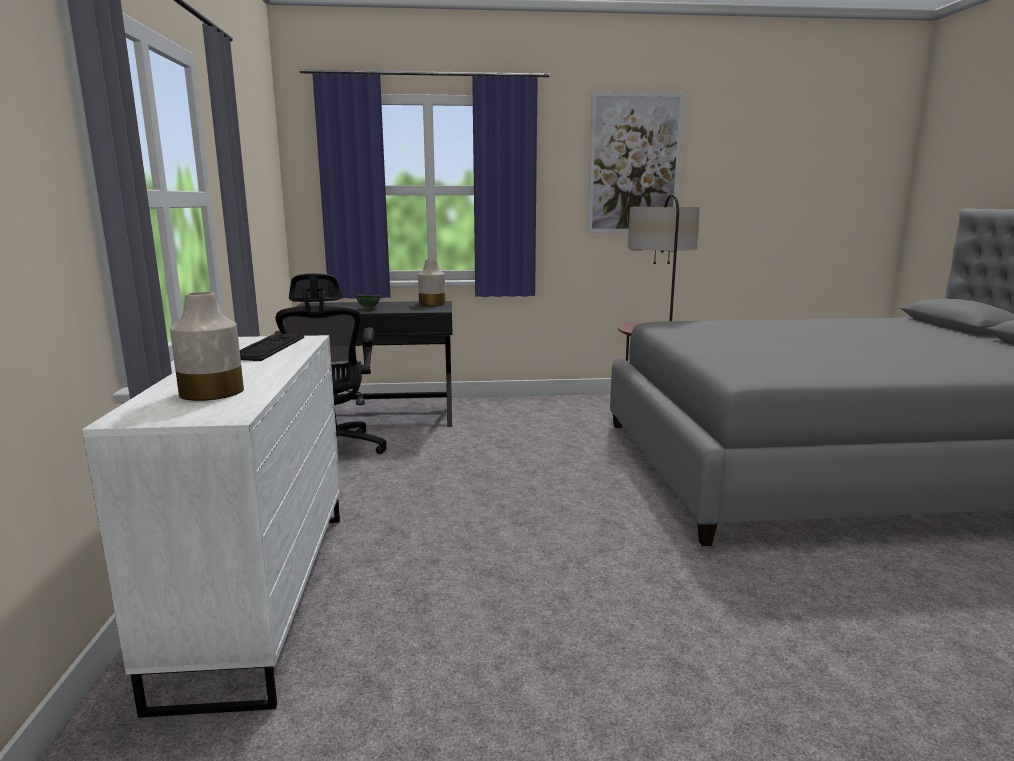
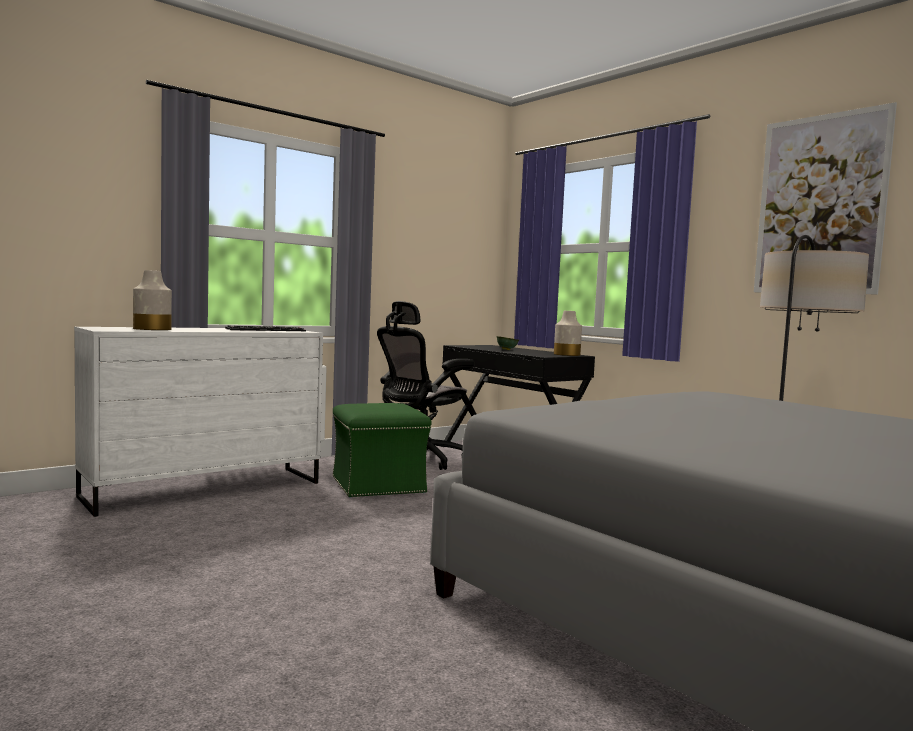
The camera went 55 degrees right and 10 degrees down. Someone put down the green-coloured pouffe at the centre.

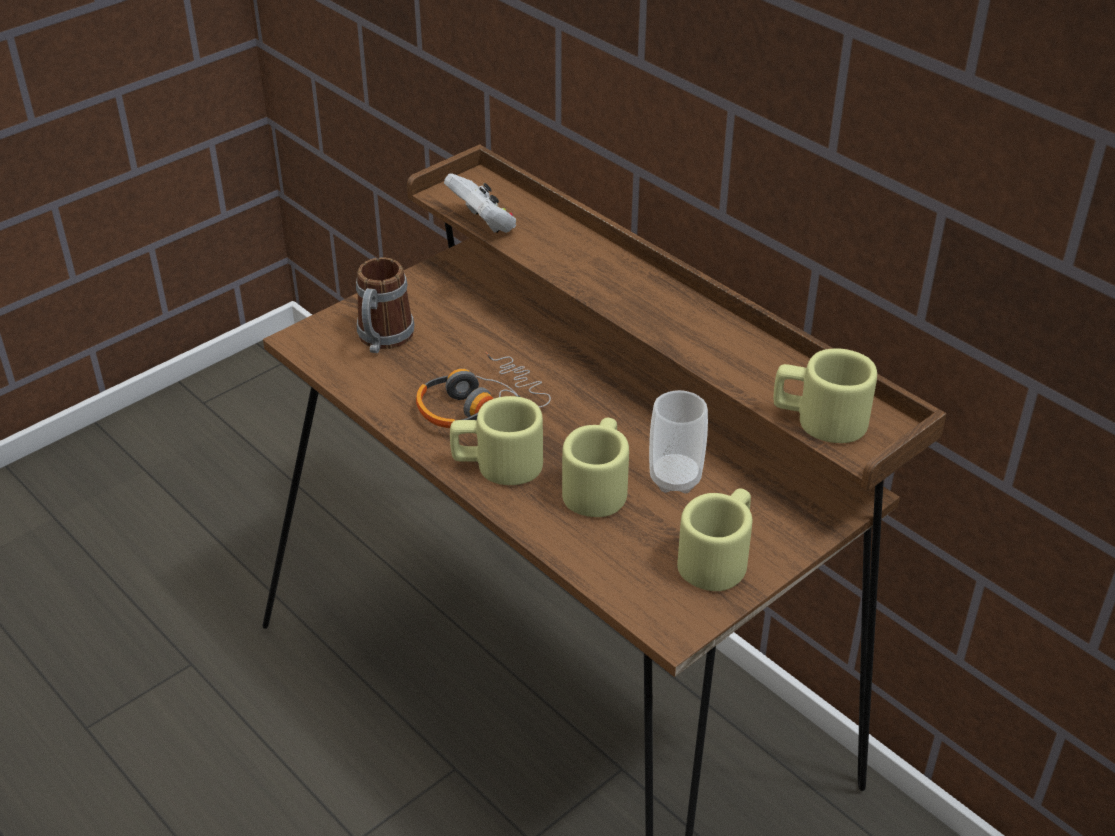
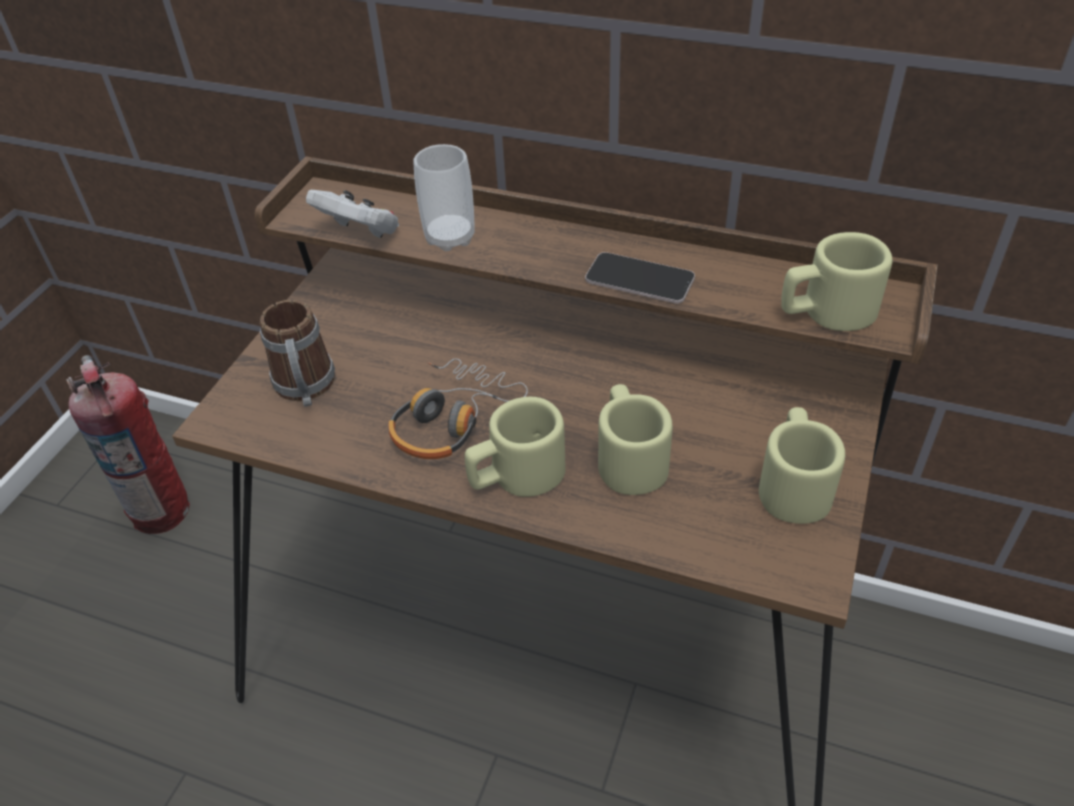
The camera went 25 degrees left and 5 degrees up. Someone put down the fire-fighting cylinder at the middle left. Someone carried the drinking cup from the centre to the top centre. Someone put down the phone at the centre.

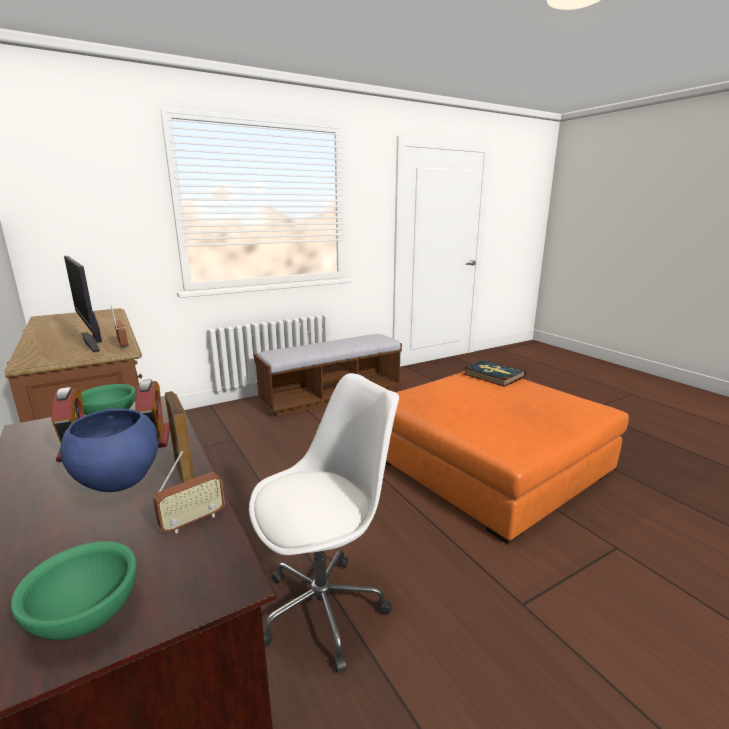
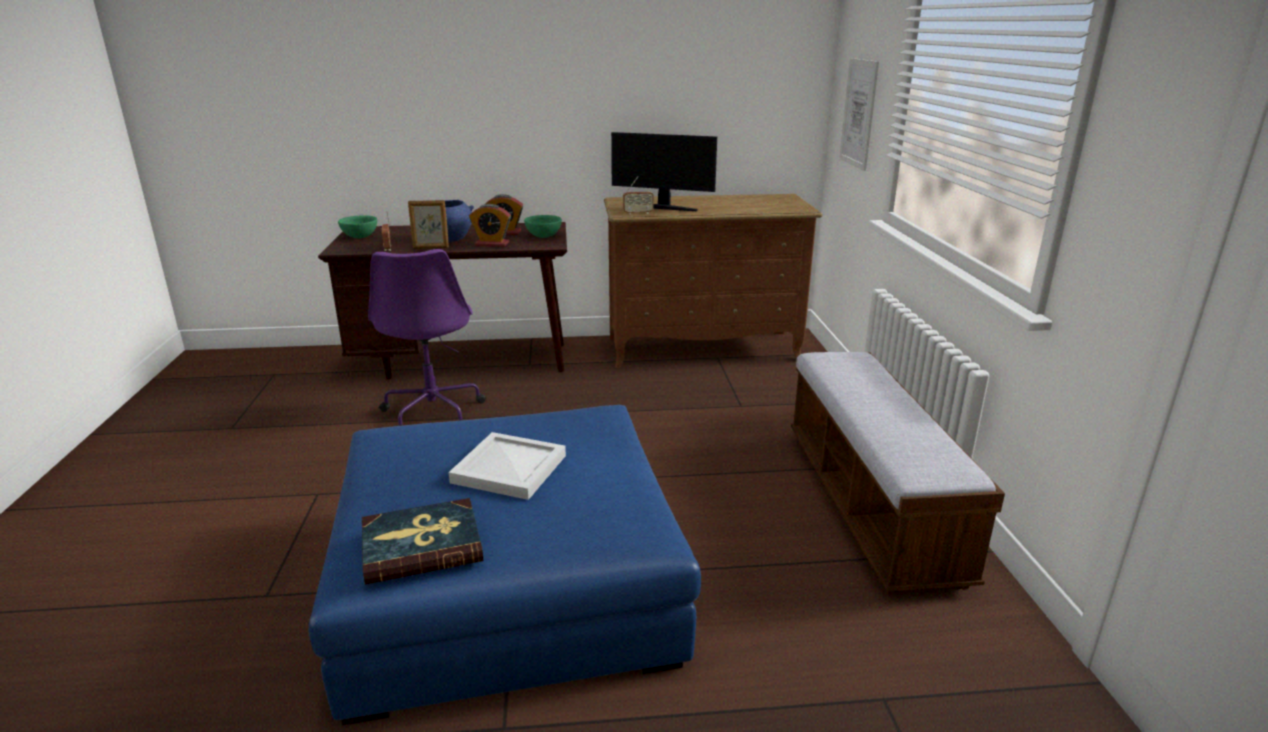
The camera went 115 degrees right and 5 degrees up. Someone repainted the orangey pouffe at the middle right, which became the bluish pouffe at the bottom centre. Someone carried the bound book from the middle right to the bottom left. Someone repainted the white-coloured computer chair at the bottom centre, which became the purple-coloured computer chair at the centre. Someone put down the white-coloured carrying tray at the centre. Someone rotated the monitor at the middle left by 150 degrees counterclockwise. Someone put up the wall art at the top right.

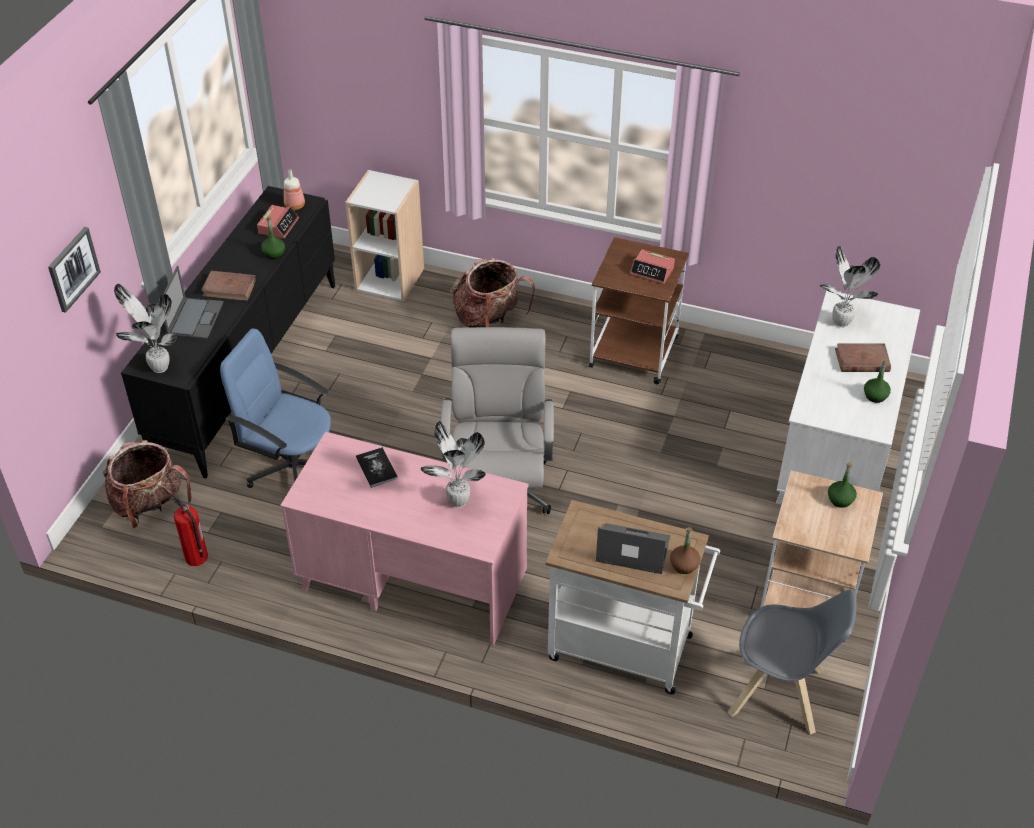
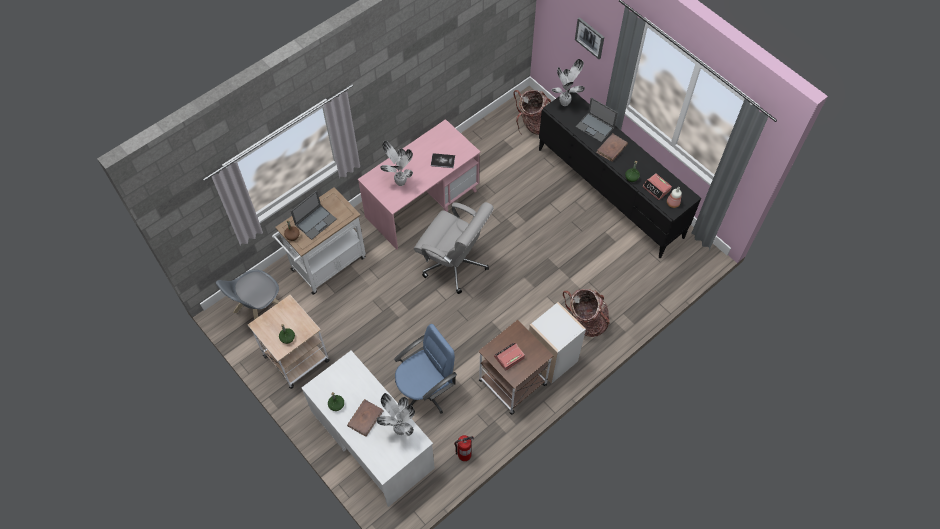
The camera went 120 degrees right and 15 degrees up. Someone carried the bluish computer chair from the middle left to the bottom centre. Someone carried the fire-fighting cylinder from the middle left to the bottom centre. Someone carried the bookcase from the top centre to the centre.

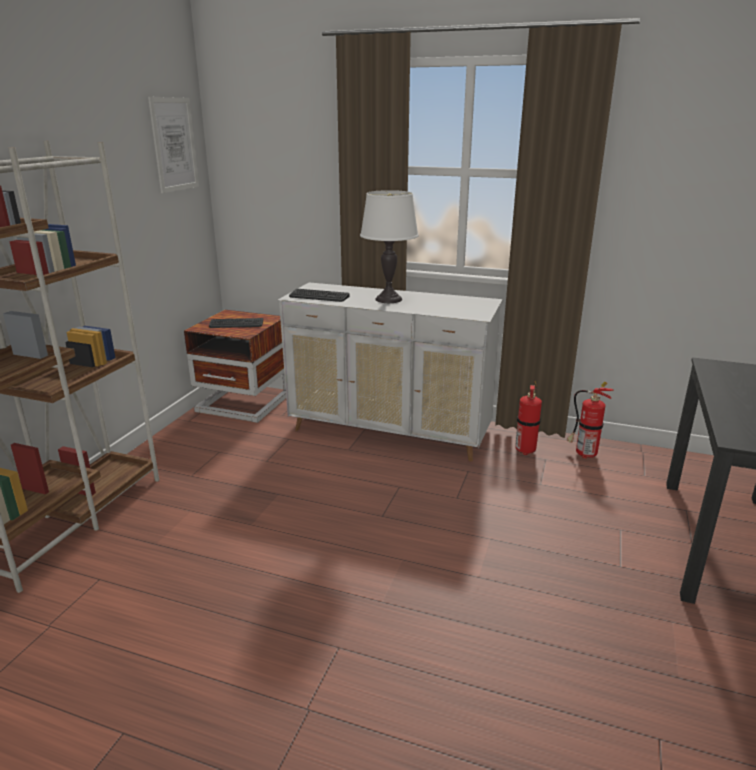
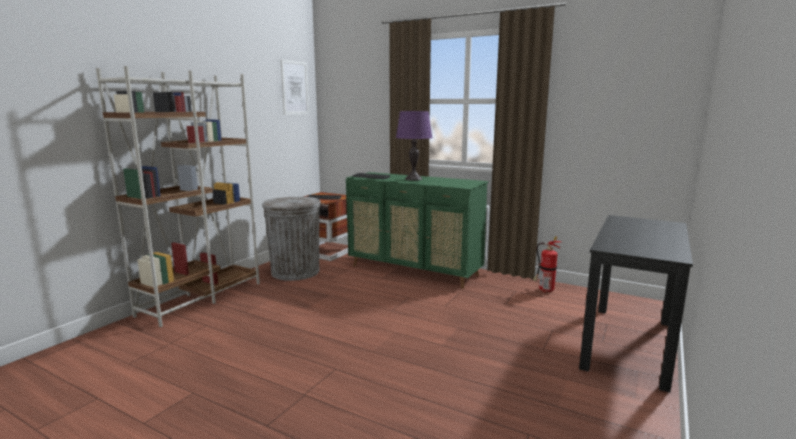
The camera went 10 degrees right and 10 degrees down. Someone put down the grey trash can at the centre. Someone repainted the white-coloured storage cabinet at the centre, which became the green-coloured storage cabinet at the centre. Someone repainted the white-coloured table lamp at the top centre, which became the purple-coloured table lamp at the top centre. Someone took away the fire-fighting cylinder (no. 1 from left) at the middle right.

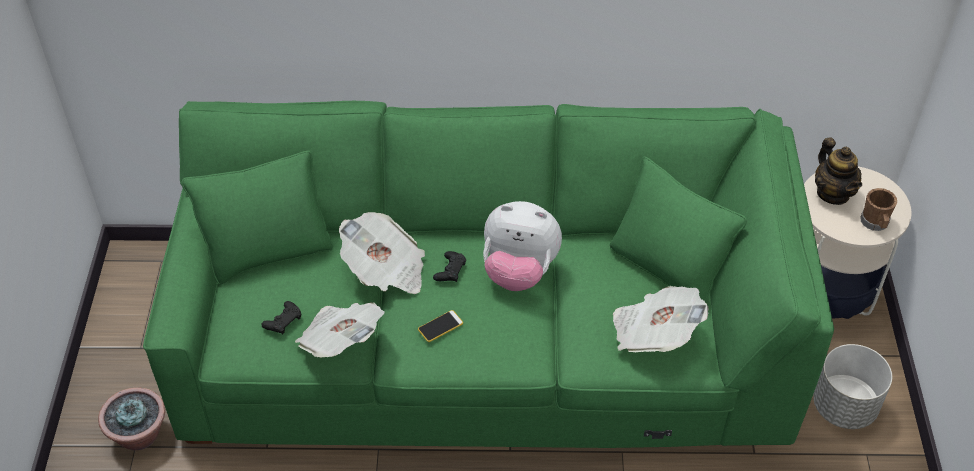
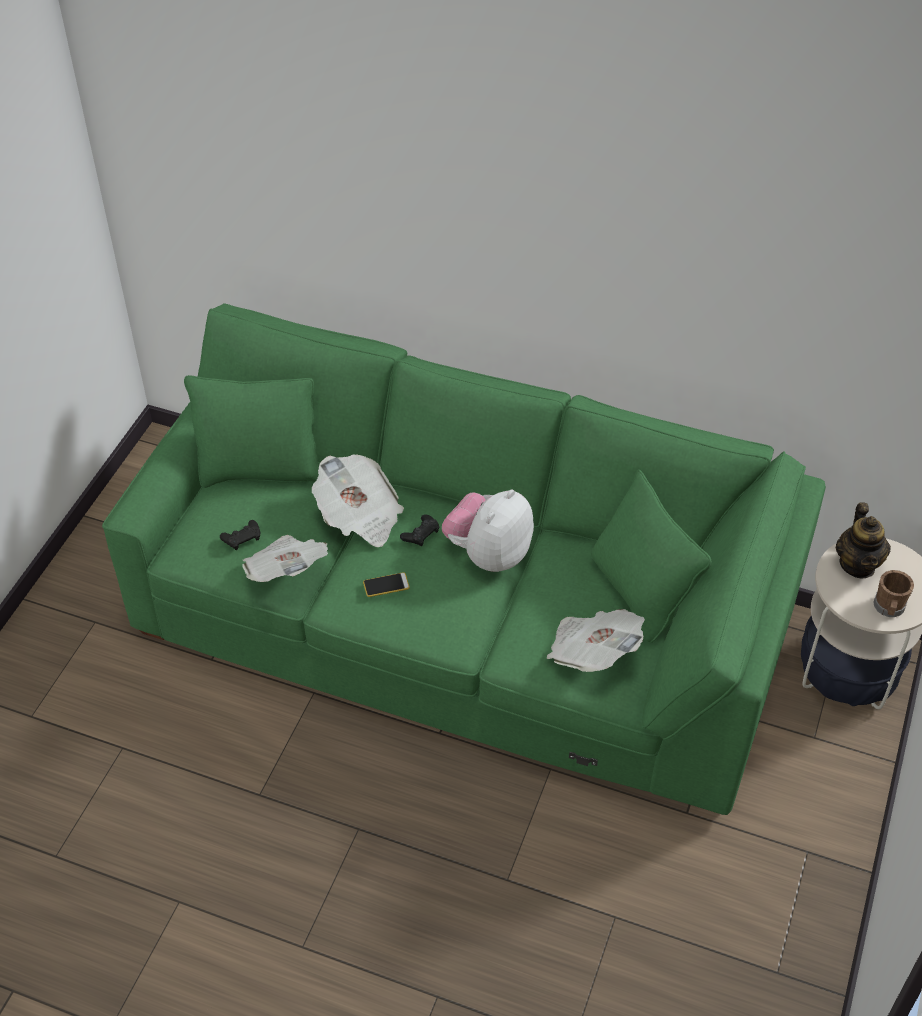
The camera went 20 degrees right and 0 degrees up. Someone rotated the plush toy at the centre by 90 degrees clockwise. Someone took away the houseplant at the bottom left. Someone took away the grey planter at the bottom right.

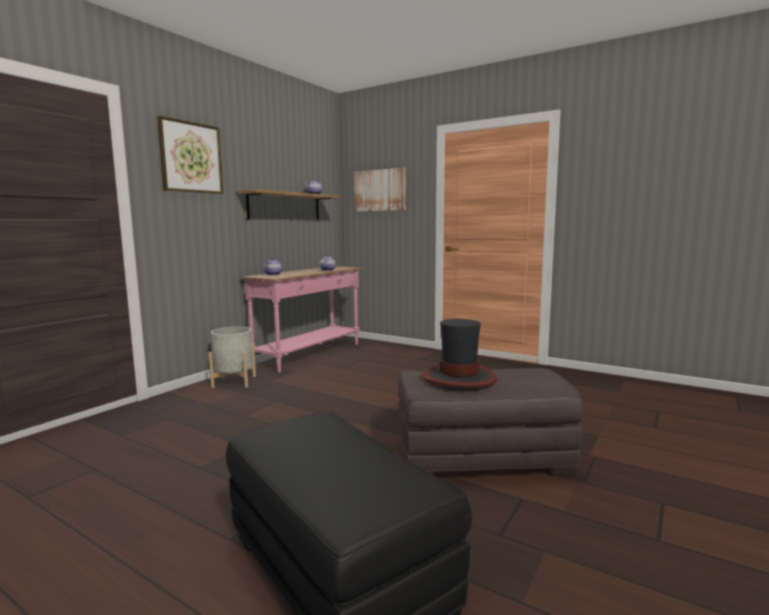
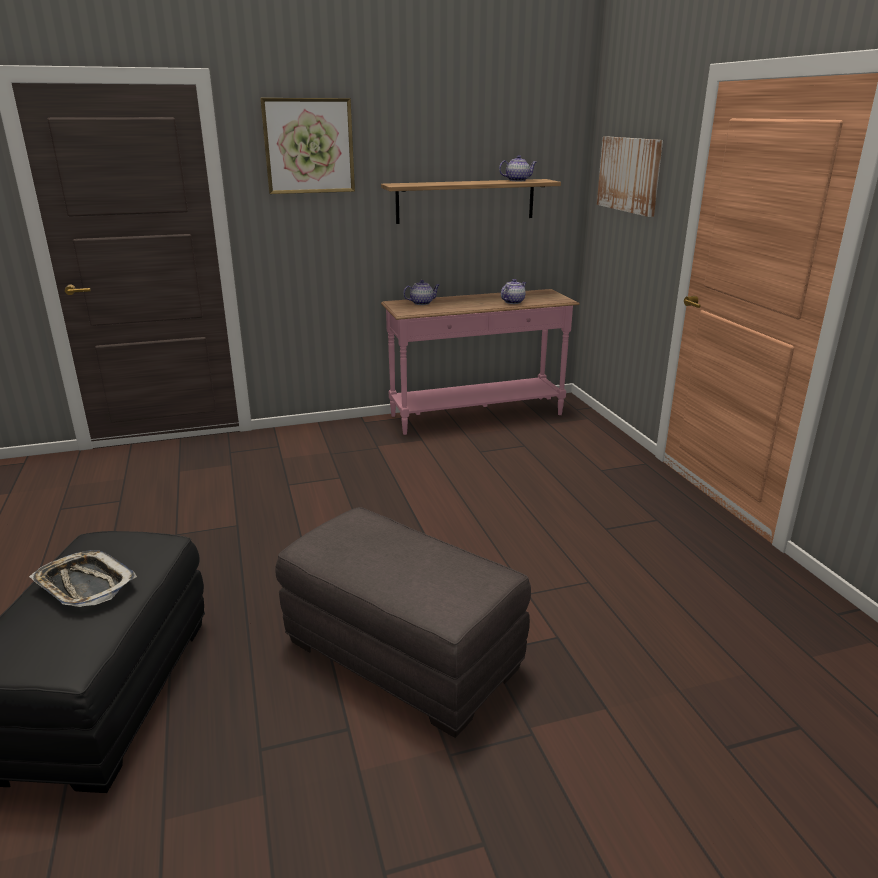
The camera went 40 degrees right and 15 degrees up. Someone put down the carrying tray at the middle left. Someone took away the grey planter at the middle left. Someone took away the hat at the centre.

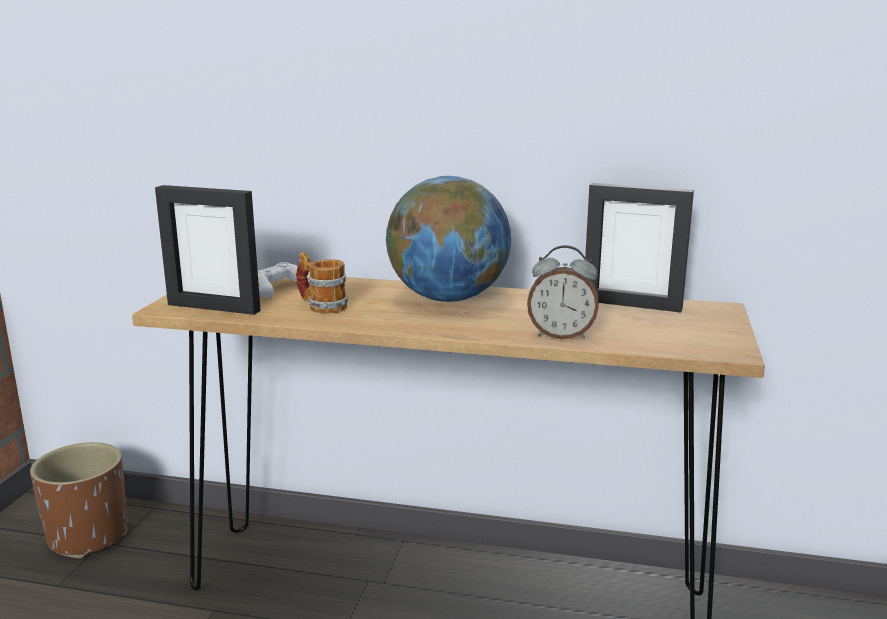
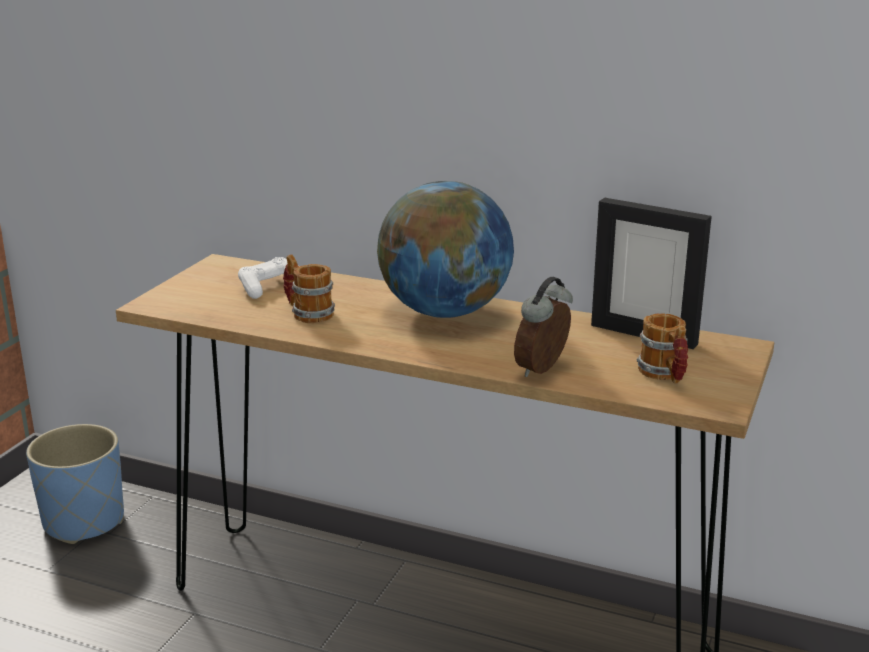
The camera went 10 degrees right and 5 degrees up. Someone repainted the brown planter at the bottom left, which became the bluish planter at the bottom left. Someone rotated the bedside clock at the centre by 105 degrees clockwise. Someone put down the mug (no. 2 from left) at the middle right. Someone took away the photo frame (no. 1 from left) at the middle left.

